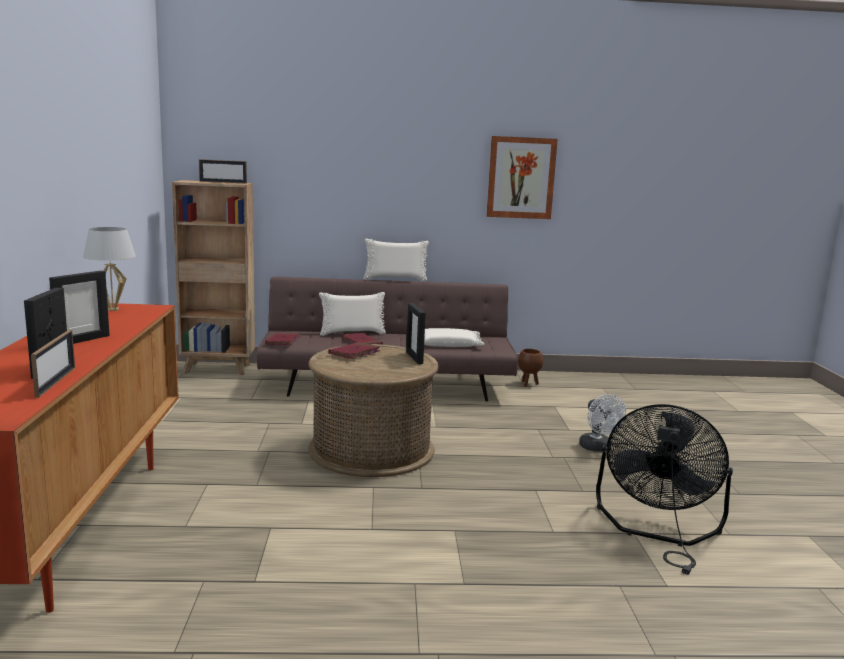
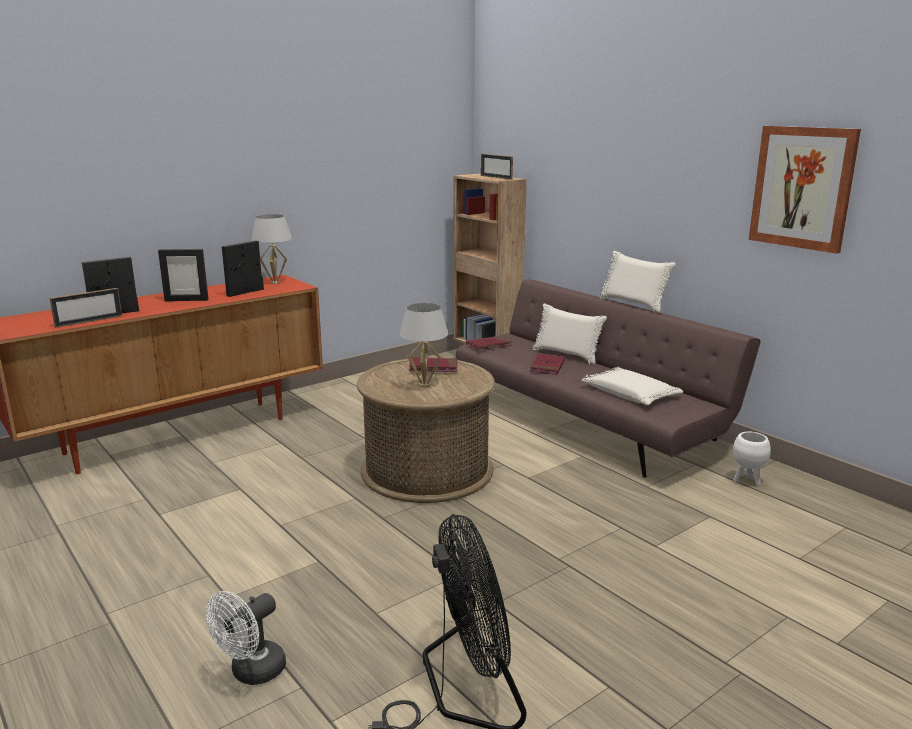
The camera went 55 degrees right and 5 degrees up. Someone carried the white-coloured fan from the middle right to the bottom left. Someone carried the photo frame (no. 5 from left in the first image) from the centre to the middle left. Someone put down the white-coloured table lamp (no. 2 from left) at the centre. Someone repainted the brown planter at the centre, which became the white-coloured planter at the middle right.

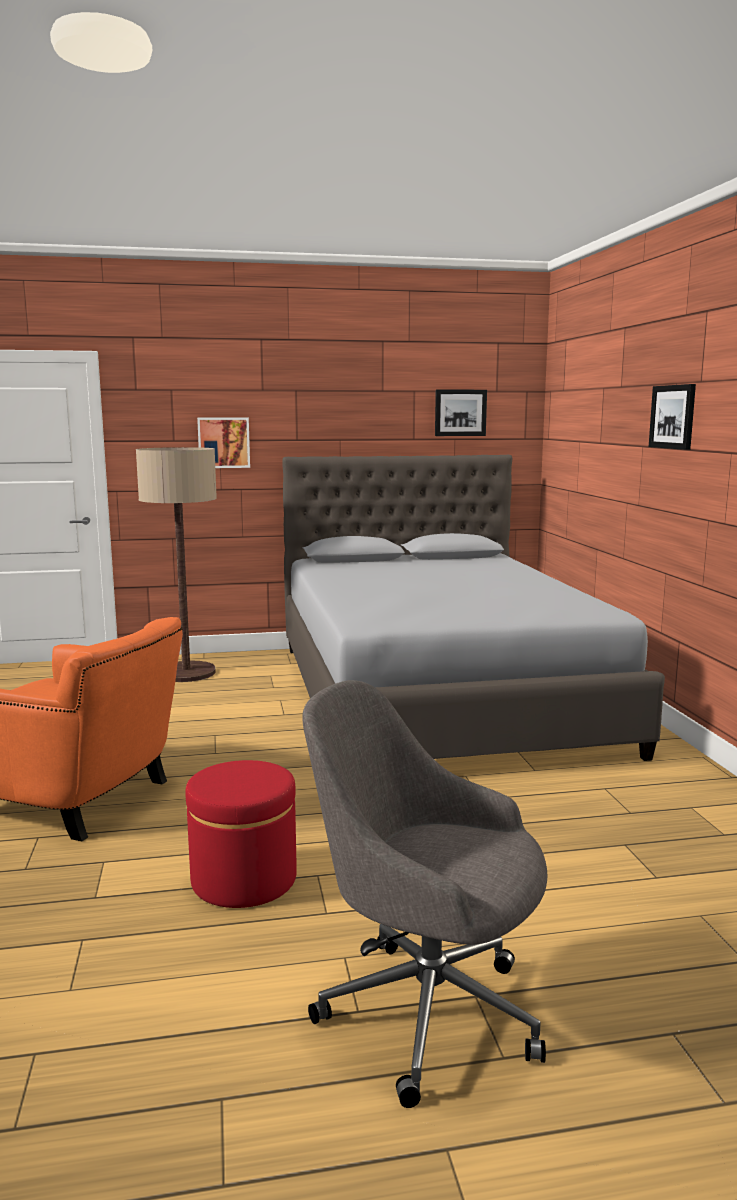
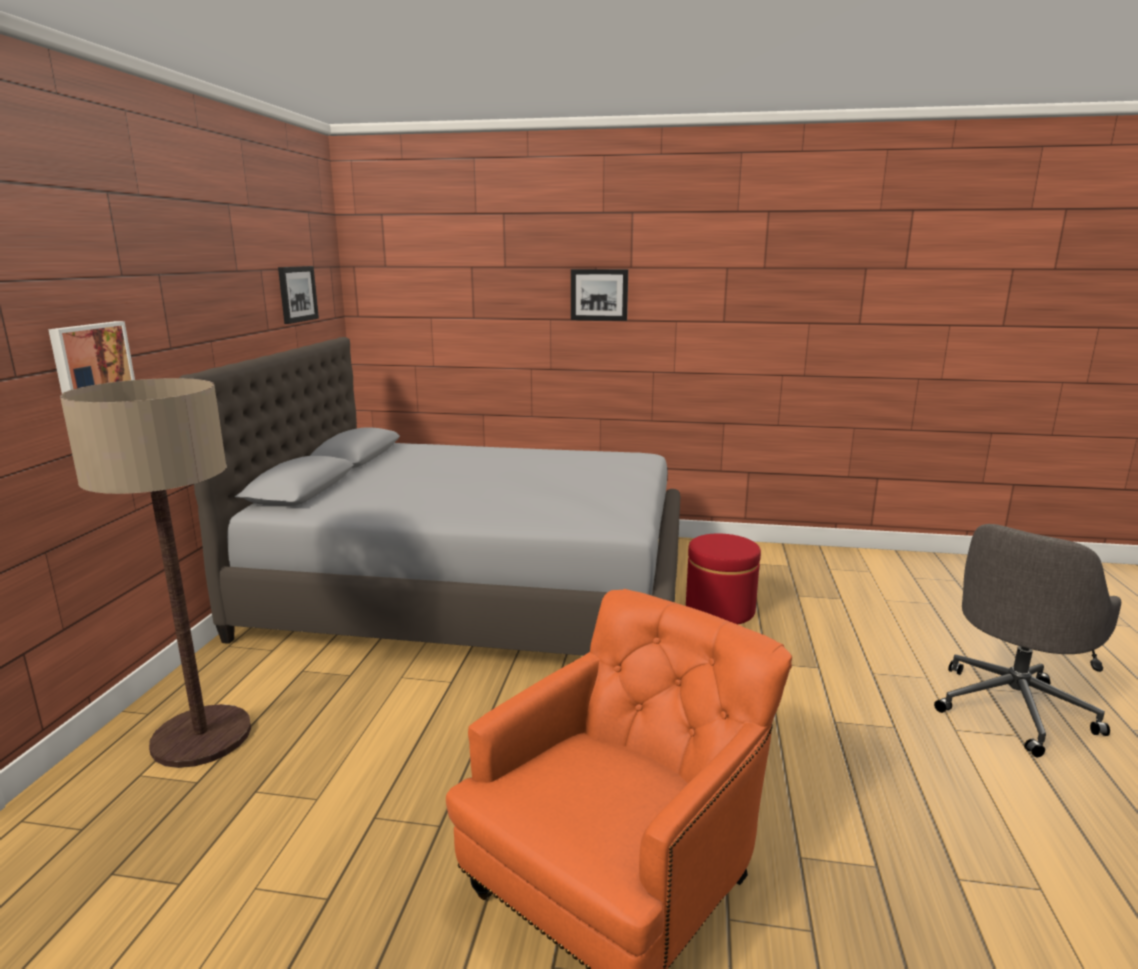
The camera went 70 degrees left and 5 degrees up. Someone carried the reddish pouffe from the bottom left to the centre.

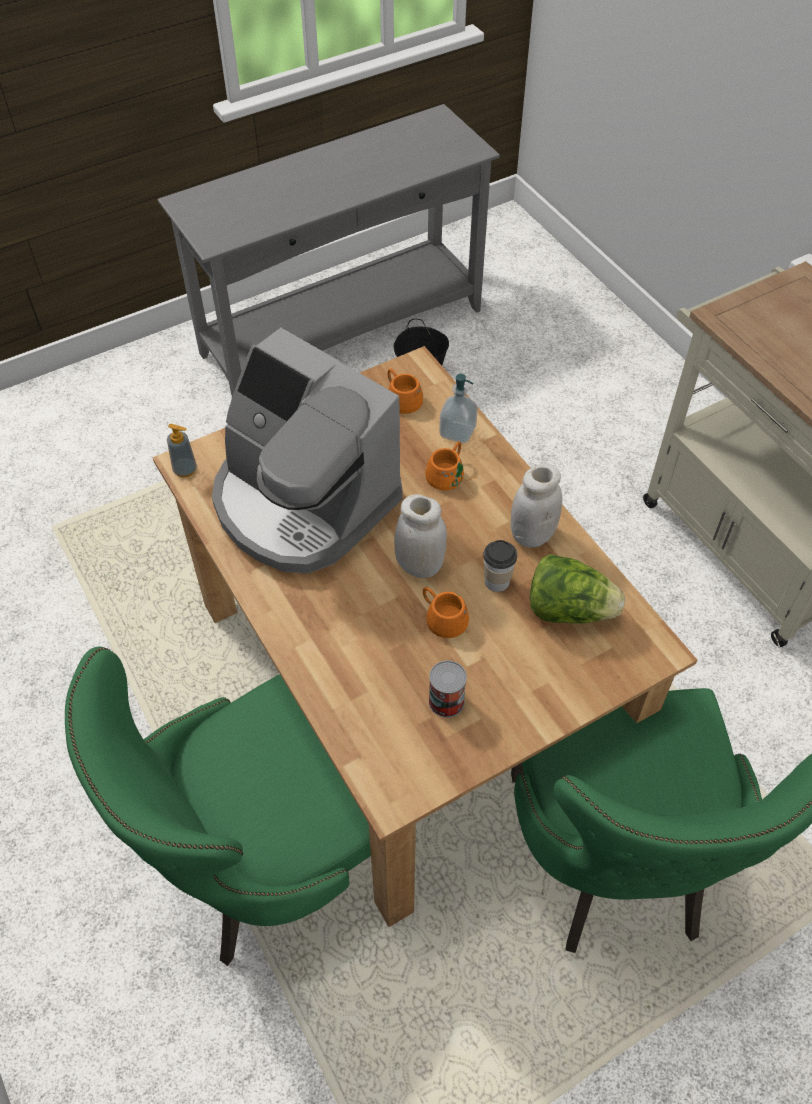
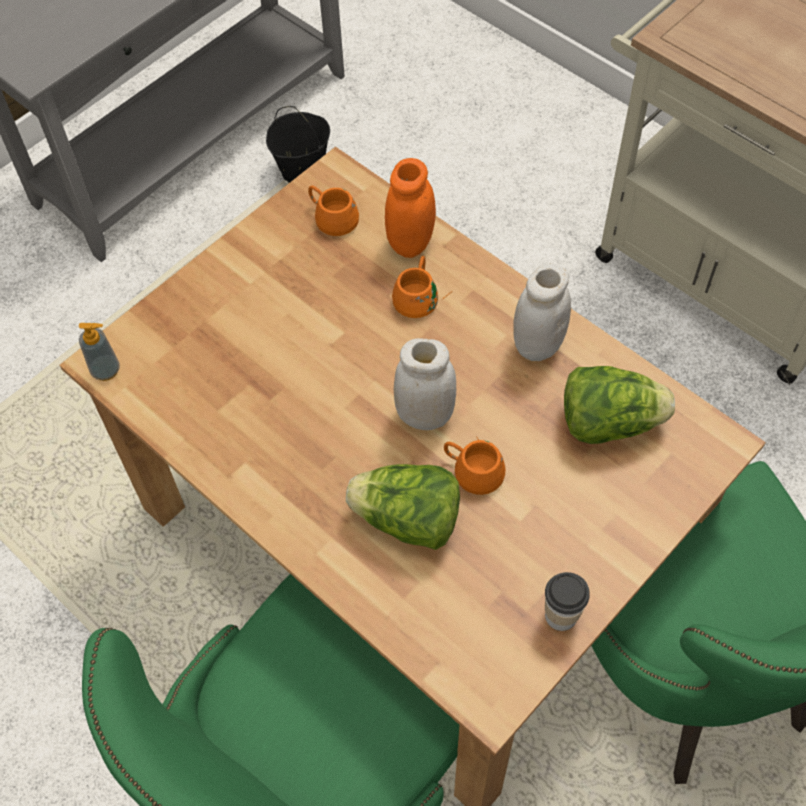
The camera went 15 degrees left and 5 degrees up. Someone put down the head of lettuce (no. 1 from left) at the centre. Someone swapped the soap bottle (no. 2 from left) at the centre for the orangey storage jar at the top centre. Someone carried the drinking cup from the centre to the bottom right. Someone took away the coffee machine at the centre. Someone took away the metal can at the centre.

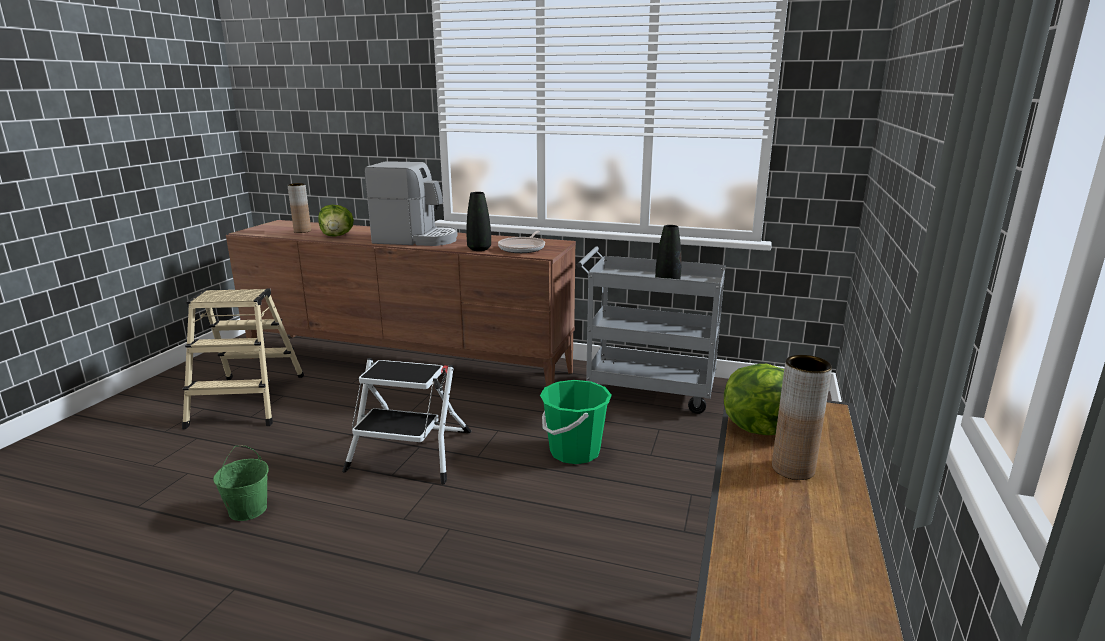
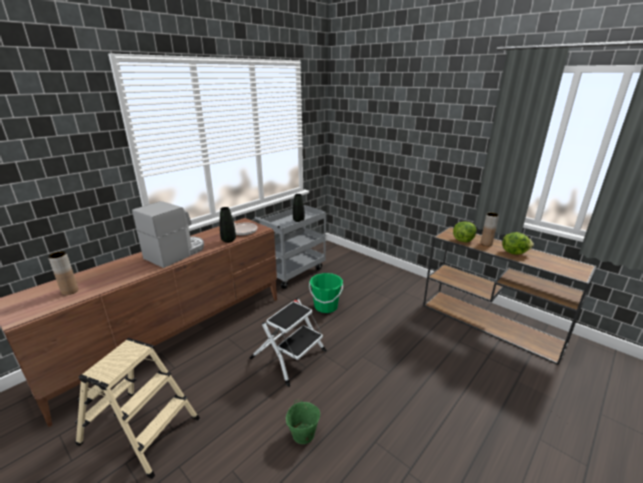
The camera went 65 degrees left and 5 degrees up. Someone carried the head of lettuce (no. 1 from left in the first image) from the middle left to the middle right.

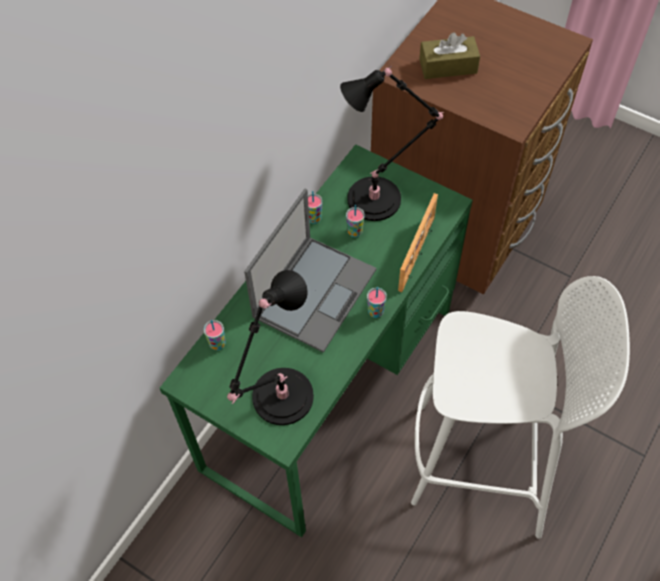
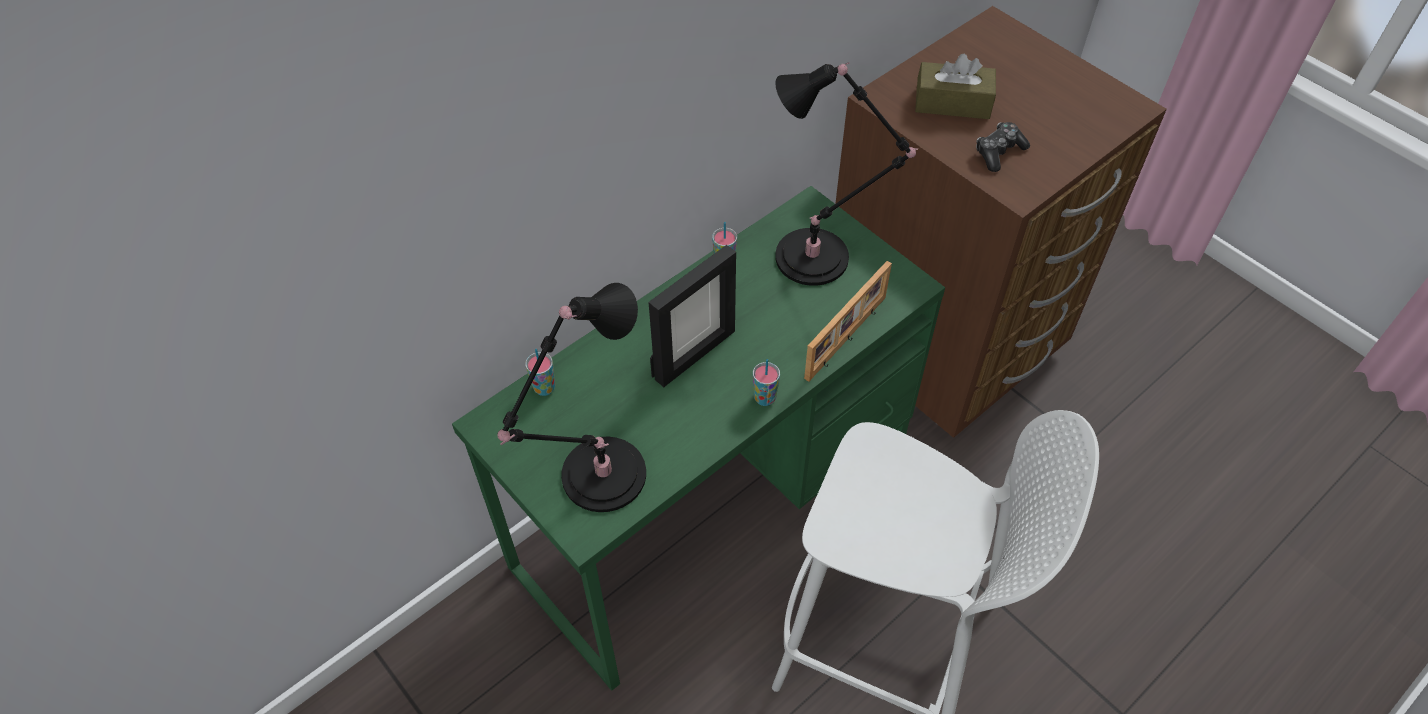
The camera went 15 degrees right and 5 degrees down. Someone swapped the portable computer at the centre for the photo frame (no. 1 from left) at the centre. Someone put down the joypad at the top right. Someone took away the drinking cup (no. 3 from left) at the centre.

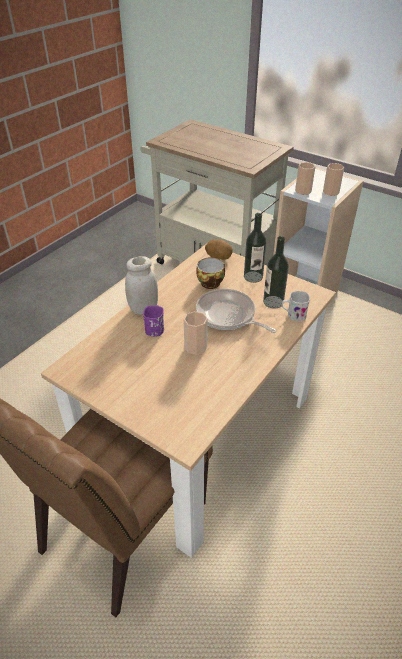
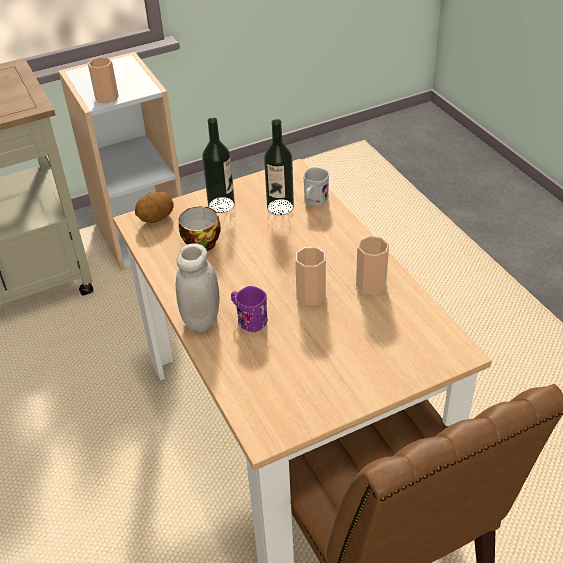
The camera went 60 degrees left and 0 degrees up. Someone carried the drinking cup (no. 4 from left) from the top right to the centre. Someone took away the skillet at the centre.

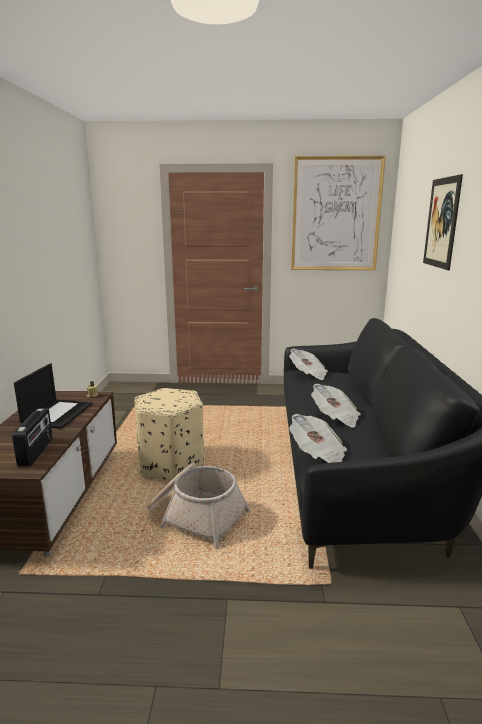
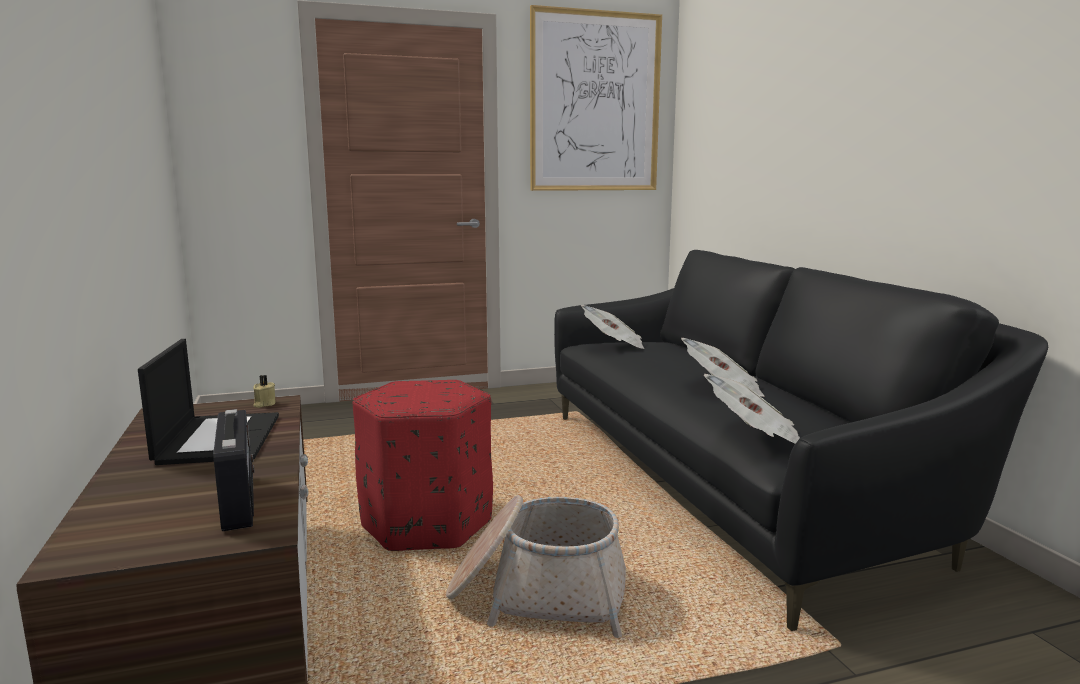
The camera went 20 degrees left and 5 degrees down. Someone repainted the sand-coloured pouffe at the centre, which became the reddish pouffe at the bottom centre. Someone took away the wall art (no. 2 from left) at the top right.

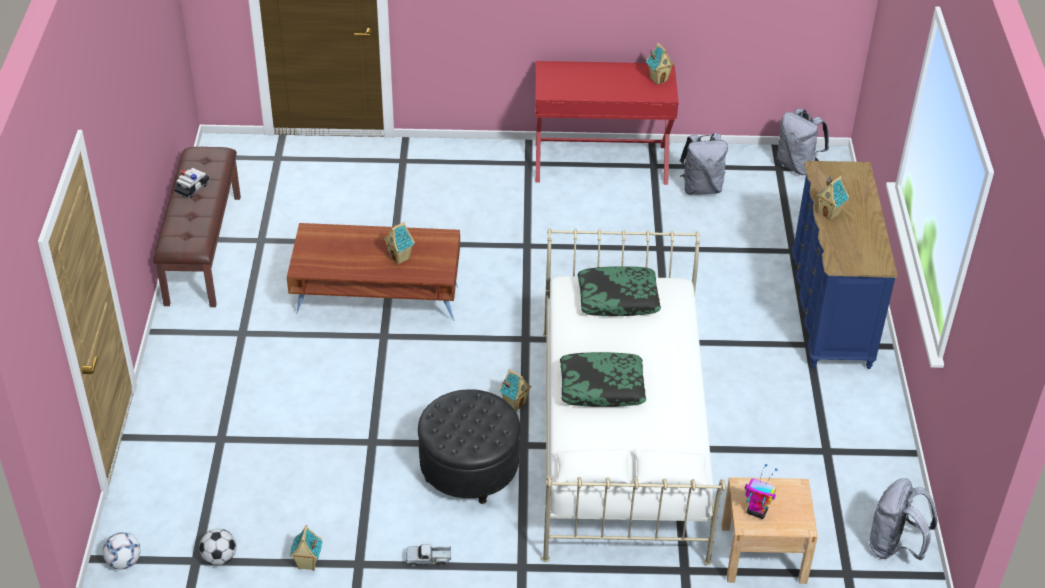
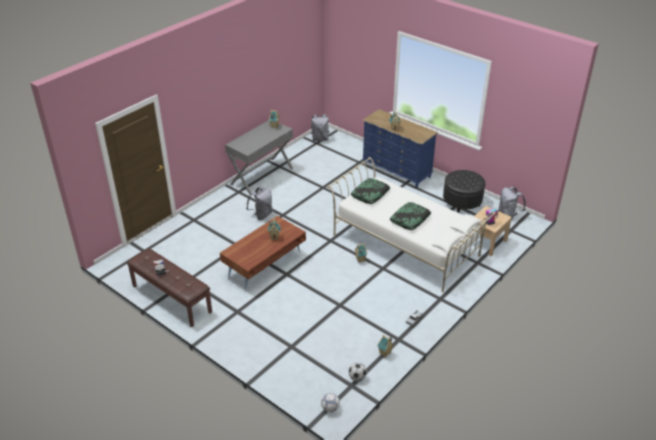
The camera went 50 degrees left and 5 degrees down. Someone repainted the reddish desk at the top centre, which became the grey desk at the centre. Someone carried the grey rucksack (no. 1 from left) from the top right to the centre. Someone carried the blackish pouffe from the bottom centre to the middle right.

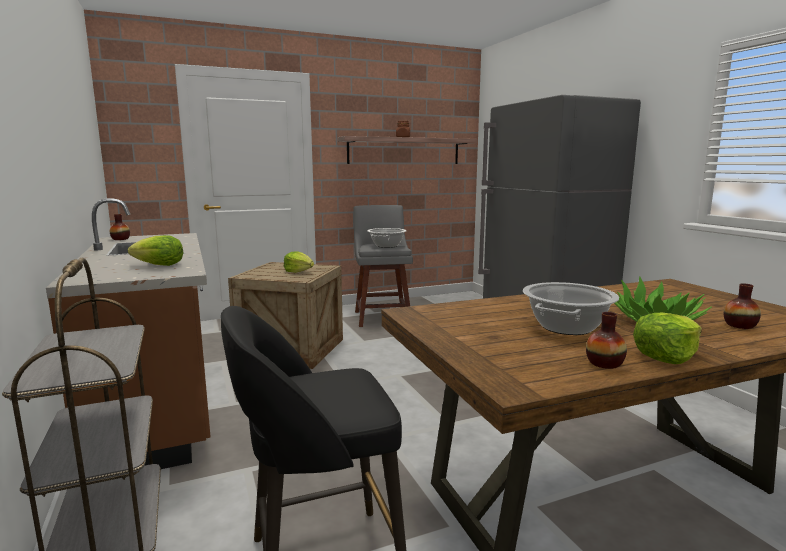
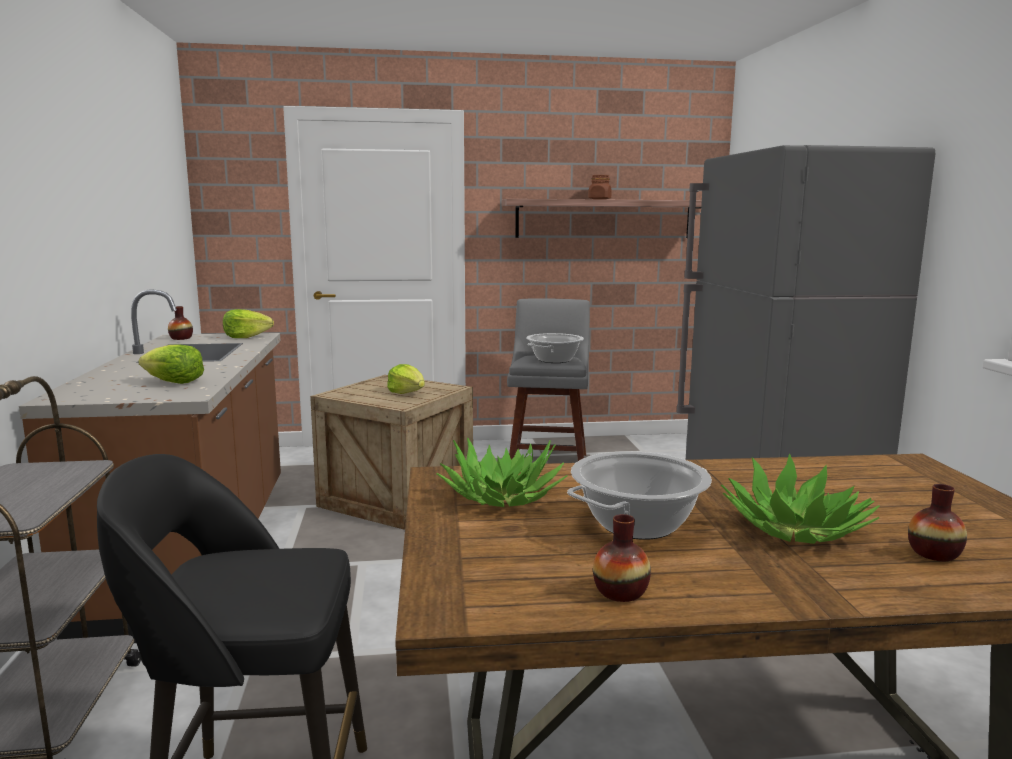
The camera went 15 degrees right and 0 degrees up. Someone carried the head of lettuce (no. 3 from left in the first image) from the middle right to the middle left. Someone put down the houseplant (no. 1 from left) at the centre.

